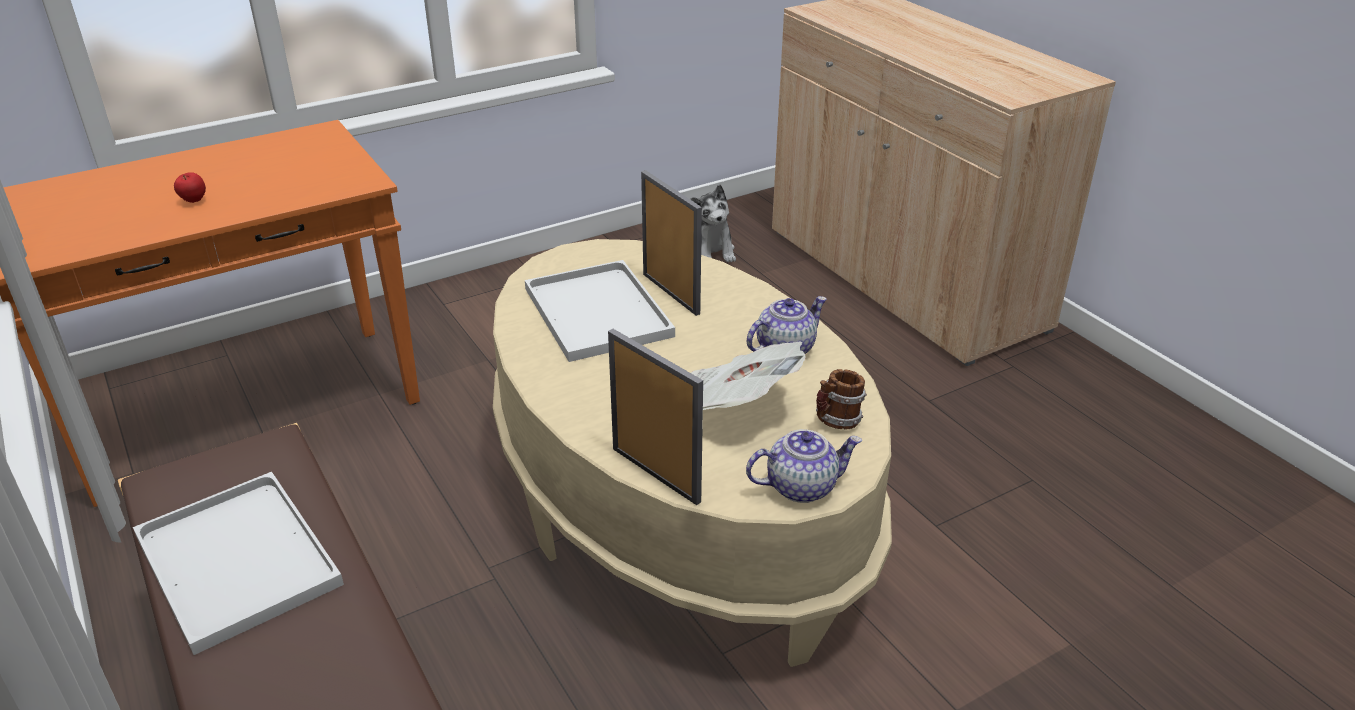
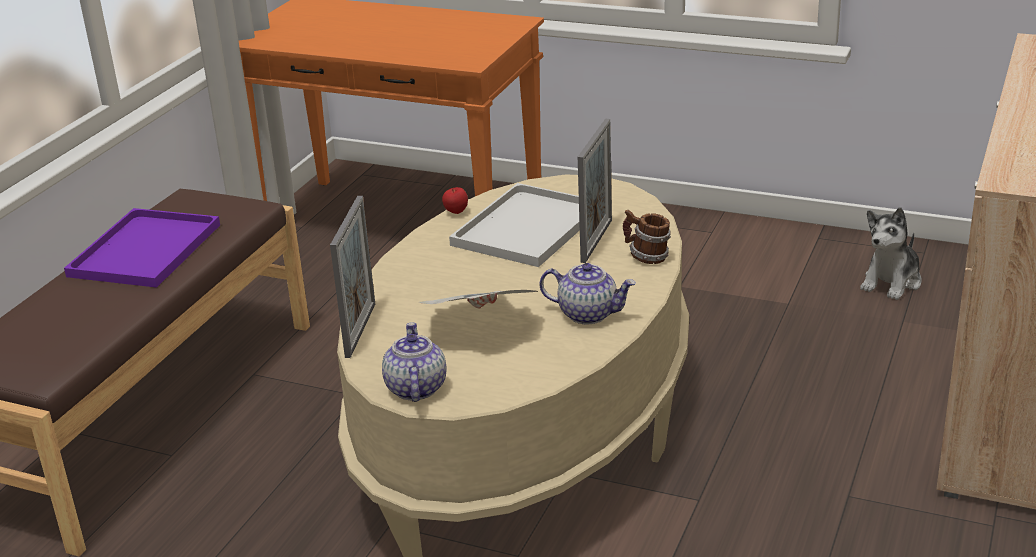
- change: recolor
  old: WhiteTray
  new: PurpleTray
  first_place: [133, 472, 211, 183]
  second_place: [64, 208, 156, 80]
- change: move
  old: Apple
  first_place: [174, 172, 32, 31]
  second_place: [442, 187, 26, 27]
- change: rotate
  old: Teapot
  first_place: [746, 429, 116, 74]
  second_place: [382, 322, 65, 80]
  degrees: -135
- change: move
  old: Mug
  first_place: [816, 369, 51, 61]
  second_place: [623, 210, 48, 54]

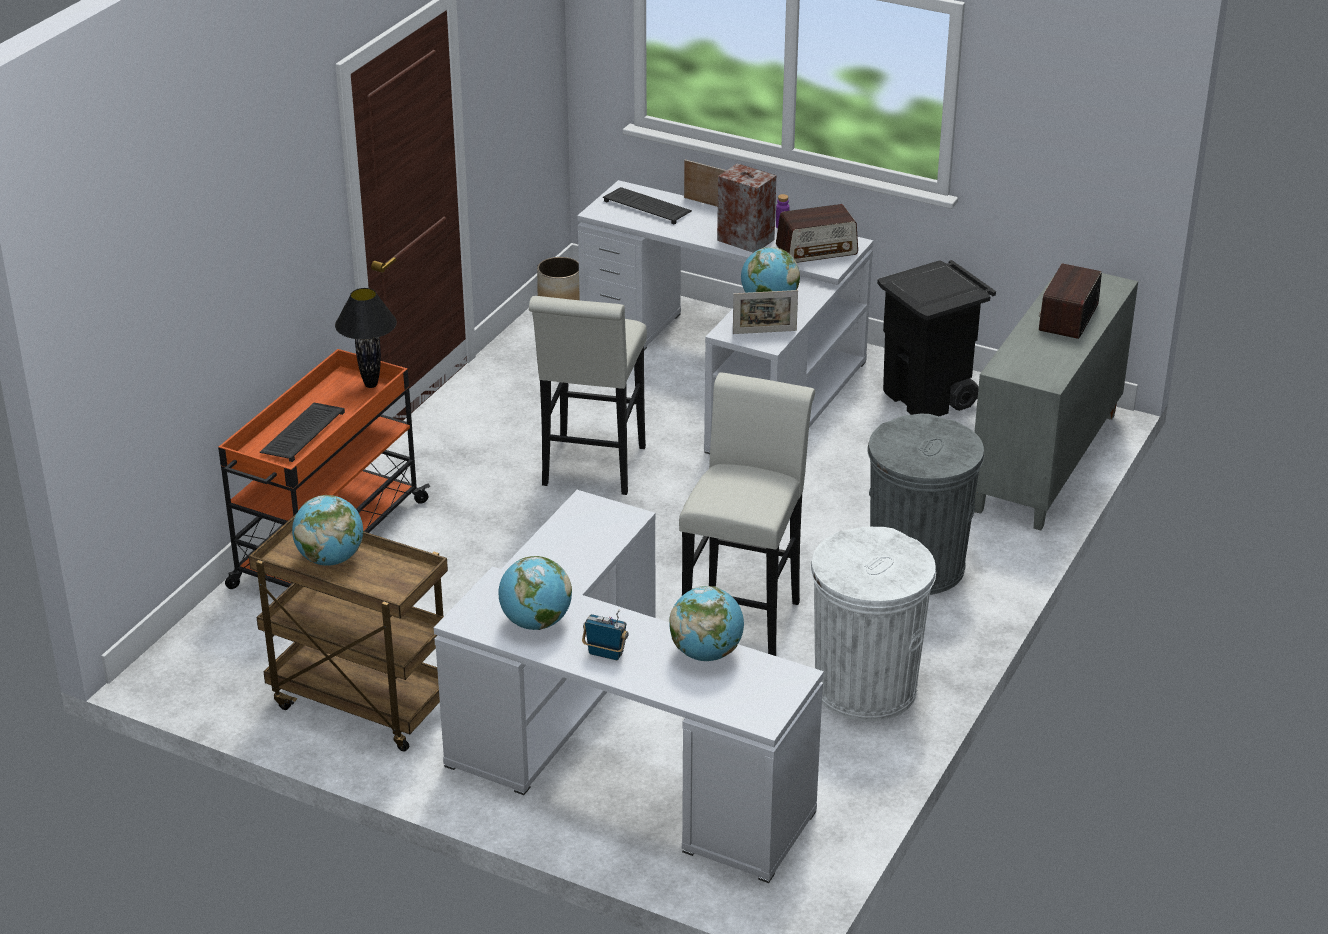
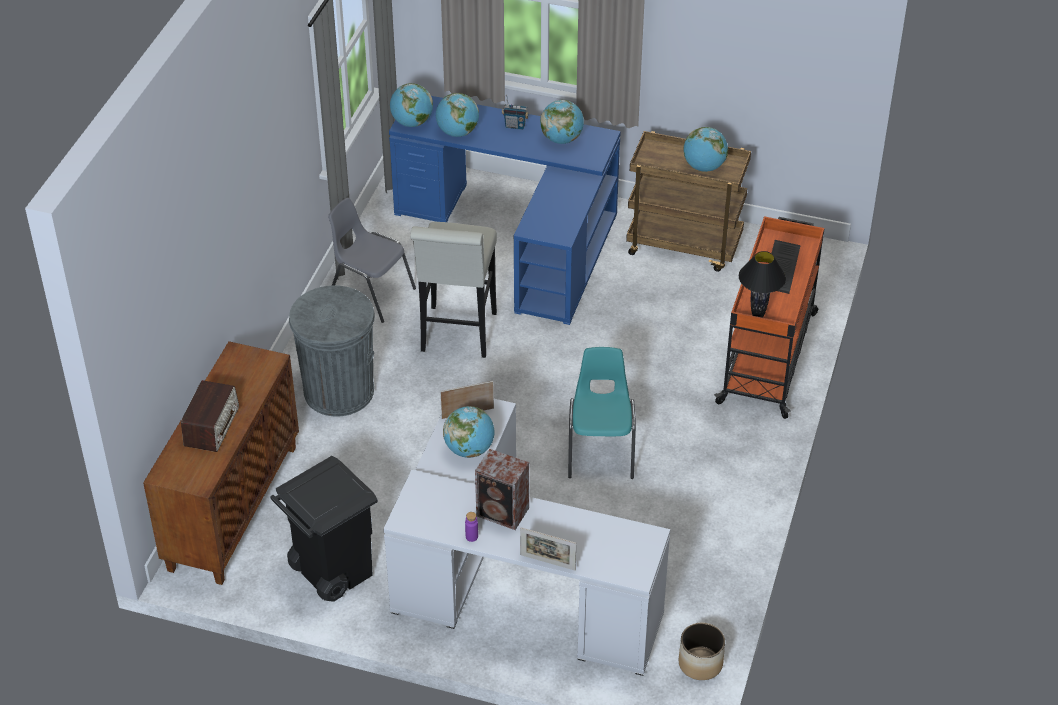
- change: recolor
  old: WhiteDesk
  new: BlueDesk
  first_place: [434, 490, 390, 393]
  second_place: [389, 96, 232, 229]
- change: replace
  old: WhiteStool
  new: TurquoiseChair
  first_place: [529, 296, 118, 199]
  second_place: [568, 347, 68, 132]
- change: delete
  old: Keyboard
  first_place: [603, 187, 89, 38]
- change: delete
  old: Radio
  first_place: [776, 204, 82, 59]
- change: replace
  old: WhiteTrashCan
  new: GreyChair
  first_place: [810, 527, 126, 194]
  second_place: [328, 198, 88, 125]
- change: recolor
  old: GreyCabinet
  new: BrownCabinet
  first_place: [975, 273, 163, 257]
  second_place: [143, 341, 156, 244]
- change: insert
  new: Globe
  second_place: [390, 83, 43, 44]

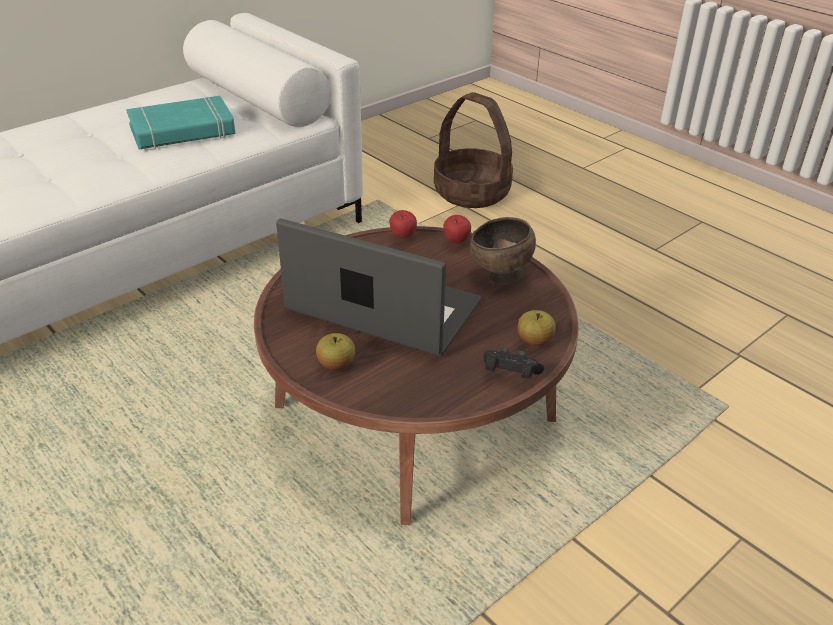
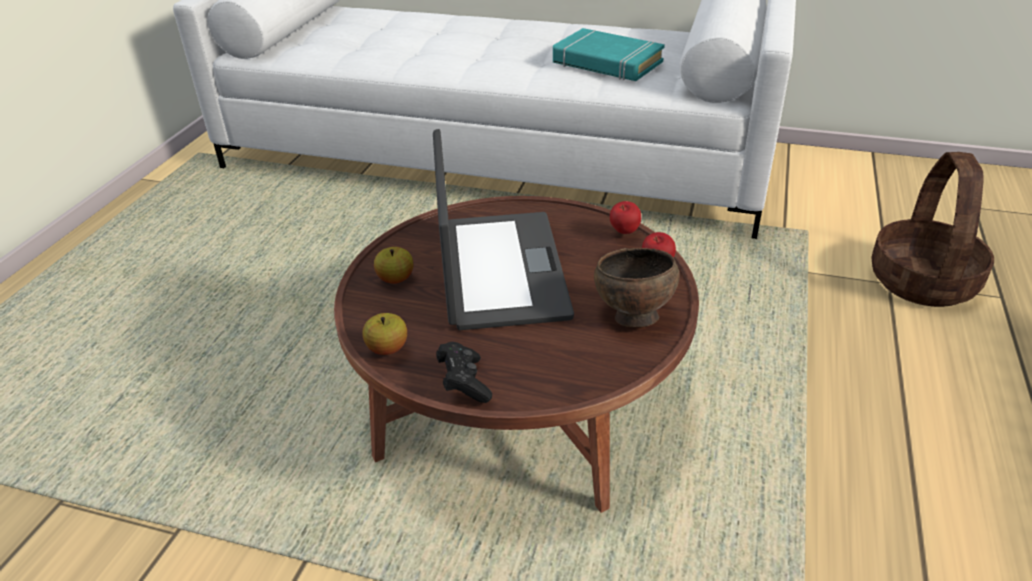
- change: move
  old: Apple
  first_place: [518, 310, 38, 36]
  second_place: [362, 313, 45, 42]

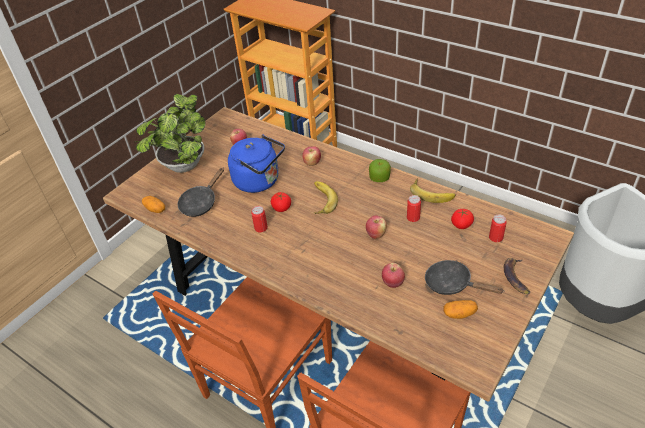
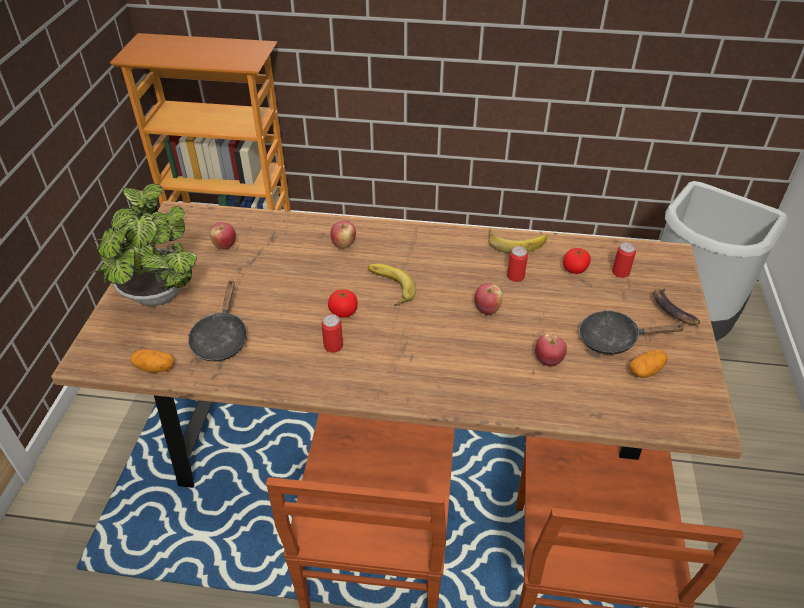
- change: delete
  old: BlueKettle
  first_place: [228, 134, 57, 59]
- change: delete
  old: Apple
  first_place: [369, 159, 22, 23]

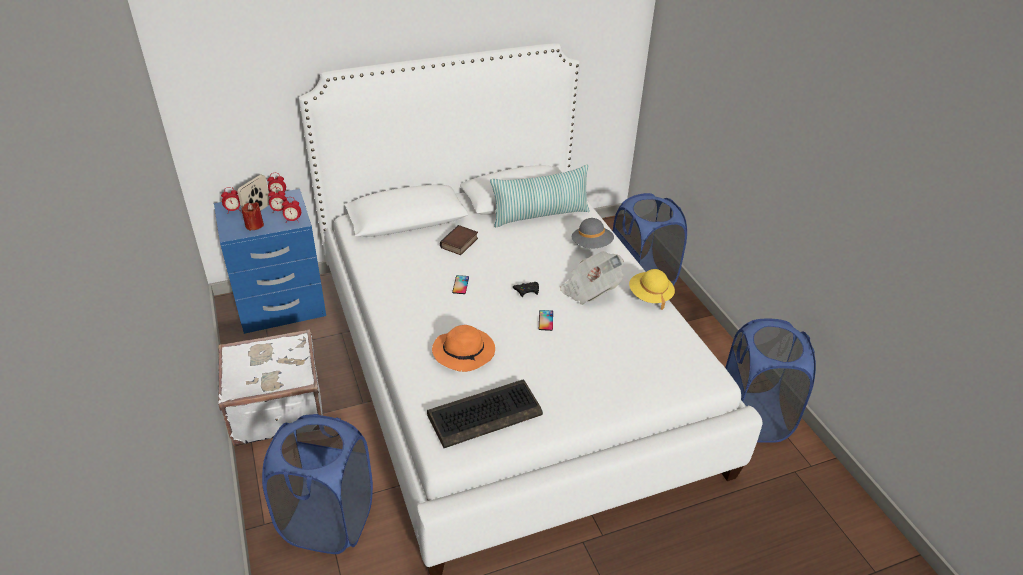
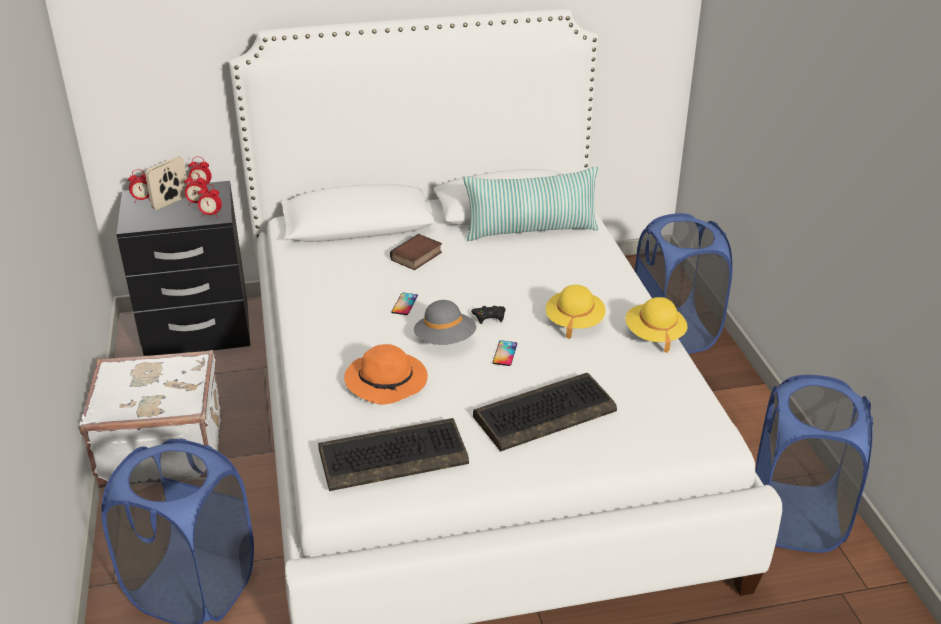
- change: recolor
  old: BlueNightstand
  new: BlackNightstand
  first_place: [214, 189, 112, 145]
  second_place: [116, 181, 134, 175]
- change: delete
  old: RedCandle
  first_place: [241, 202, 23, 29]
- change: replace
  old: Newspaper
  new: YellowHat
  first_place: [560, 251, 64, 54]
  second_place: [546, 285, 59, 54]
- change: move
  old: GreyHat
  first_place: [571, 218, 43, 30]
  second_place: [414, 300, 62, 45]
- change: insert
  new: Keyboard
  second_place: [473, 373, 144, 79]

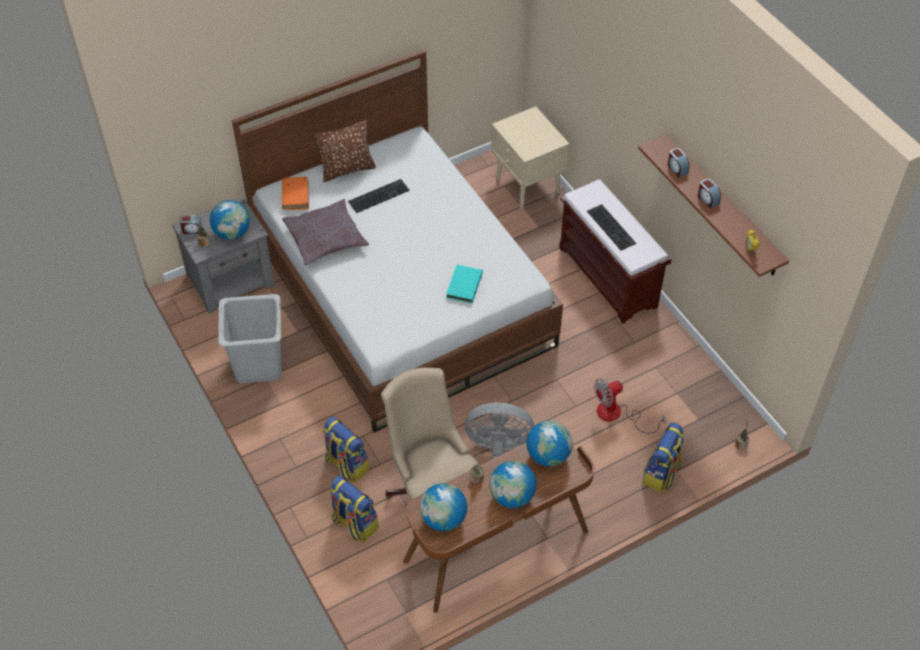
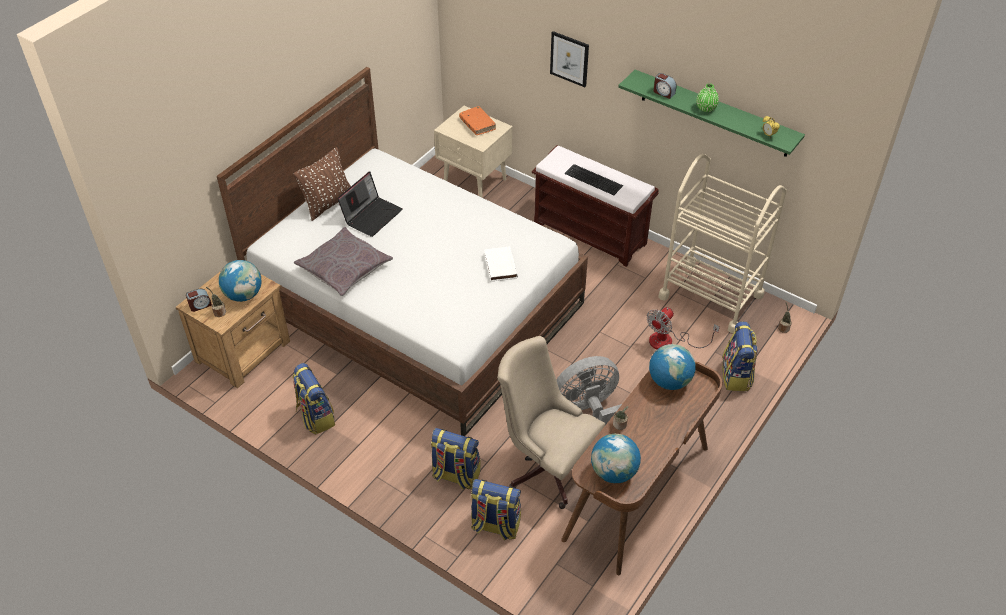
- change: recolor
  old: GreyNightstand
  new: BrownNightstand
  first_place: [172, 197, 103, 116]
  second_place: [176, 260, 114, 128]
- change: replace
  old: GreyLaundryBasket
  new: Backpack
  first_place: [218, 294, 64, 89]
  second_place: [292, 363, 43, 72]
- change: move
  old: OrangeBook
  first_place: [282, 177, 27, 33]
  second_place: [459, 106, 37, 29]
- change: replace
  old: Keyboard
  new: Laptop
  first_place: [348, 179, 62, 34]
  second_place: [337, 171, 65, 66]
- change: recolor
  old: TurquoiseBook
  new: WhiteBook
  first_place: [446, 265, 37, 39]
  second_place: [484, 246, 34, 36]
- change: delete
  old: Globe
  first_place: [490, 461, 46, 47]
- change: recolor
  old: BrownShelf
  new: GreenShelf
  first_place: [638, 134, 151, 143]
  second_place: [618, 70, 187, 87]
- change: replace
  old: AlarmClock
  new: GreenVase
  first_place: [698, 179, 23, 30]
  second_place: [696, 84, 23, 28]
- change: insert
  new: Picture
  second_place: [550, 31, 39, 56]
- change: insert
  new: BeigeCart
  second_place: [658, 154, 129, 179]

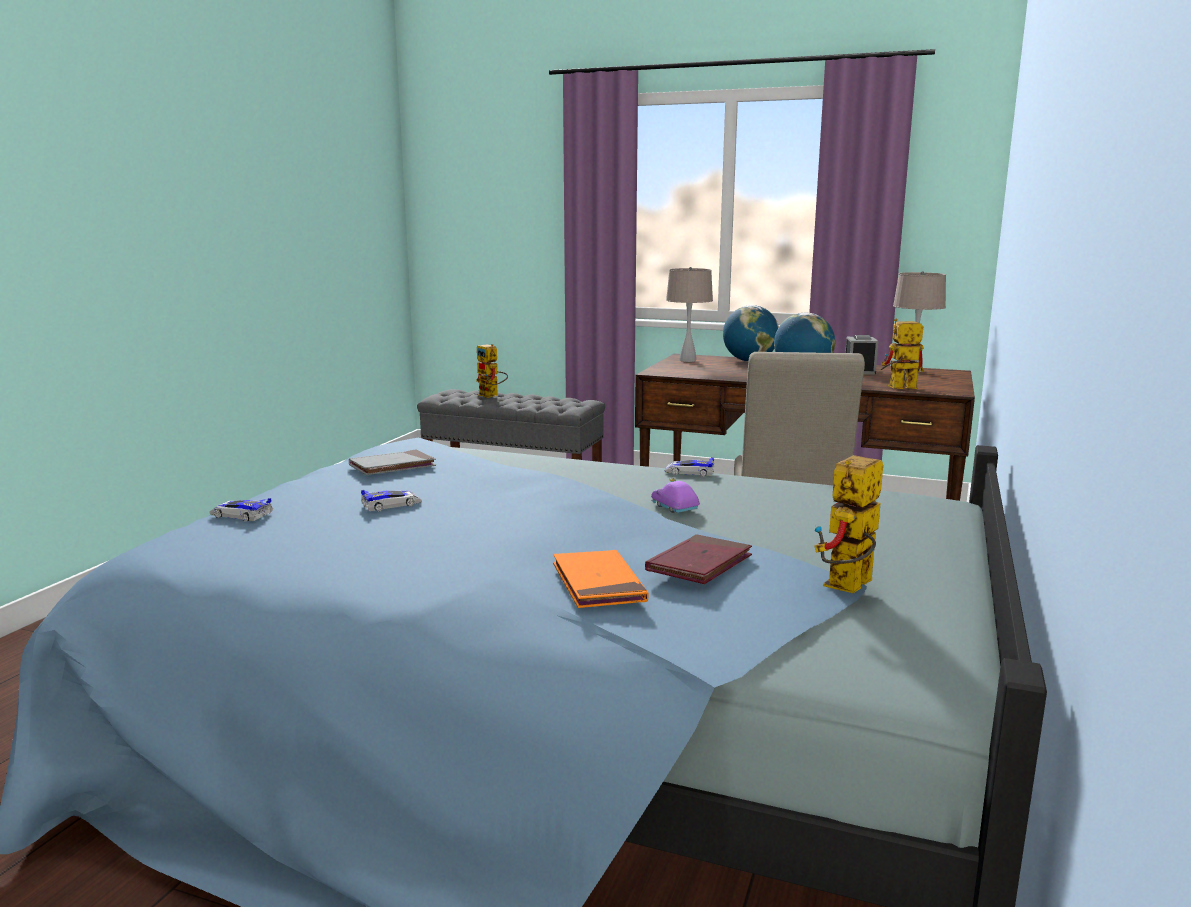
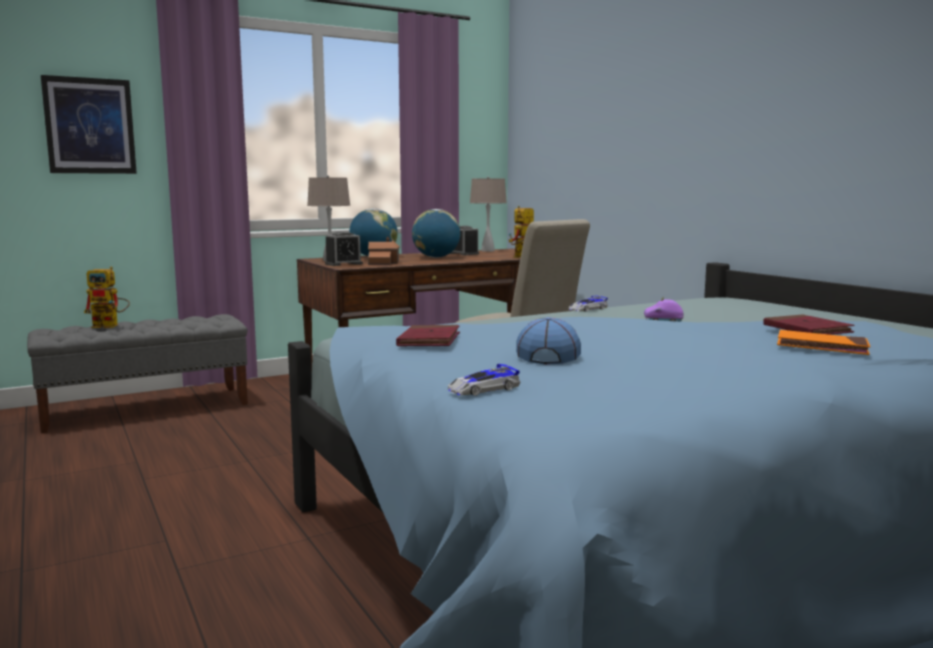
- change: recolor
  old: GreyBook
  new: RedBook
  first_place: [349, 449, 87, 26]
  second_place: [396, 325, 64, 21]
- change: replace
  old: ToyCar
  new: Cap
  first_place: [361, 490, 61, 22]
  second_place: [516, 317, 65, 48]
- change: delete
  old: ToyRobot
  first_place: [814, 455, 69, 138]
- change: insert
  new: Picture
  second_place: [41, 75, 96, 99]
- change: insert
  new: AlarmClock
  second_place: [325, 232, 38, 34]
- change: insert
  new: ToyHouse
  second_place: [368, 236, 32, 29]

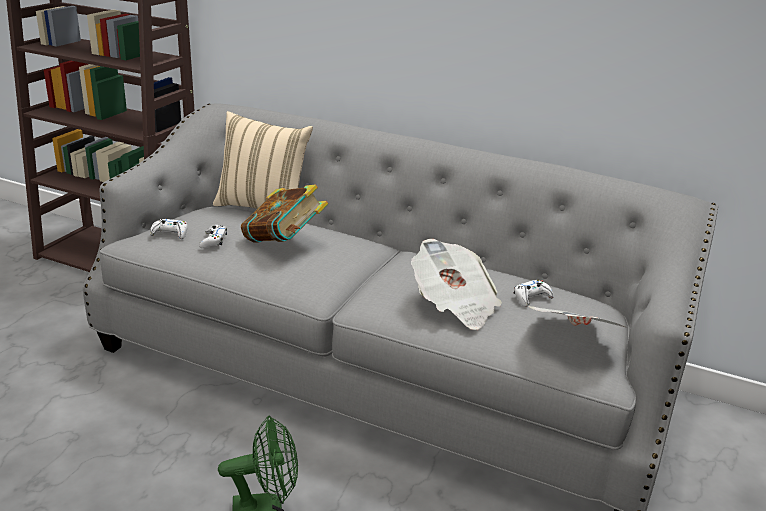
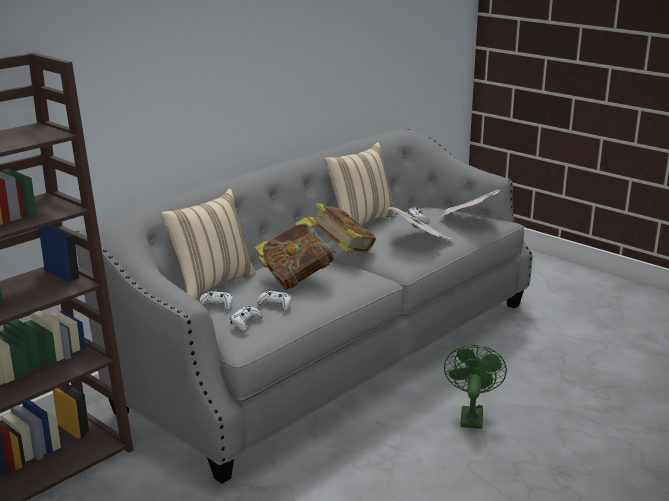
- change: insert
  new: WhiteGameController
  second_place: [199, 291, 34, 19]
- change: insert
  new: Book
  second_place: [307, 203, 69, 50]
- change: insert
  new: BeigePillow
  second_place: [325, 142, 72, 83]

